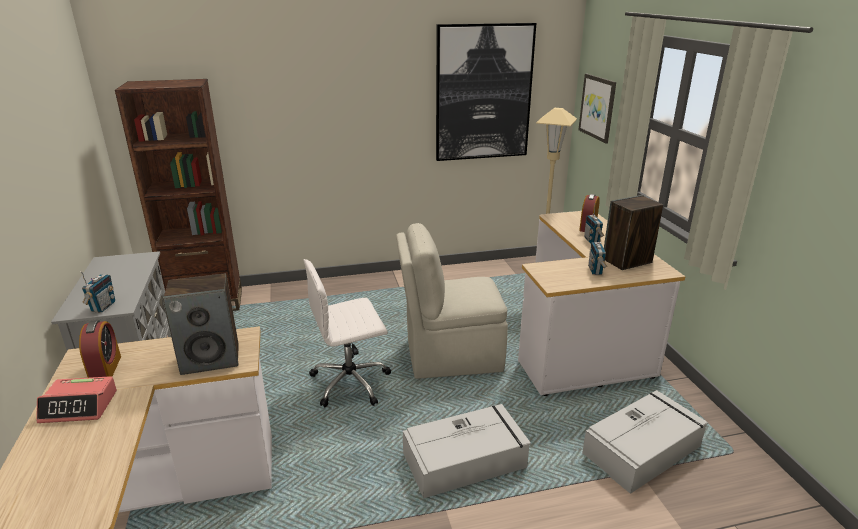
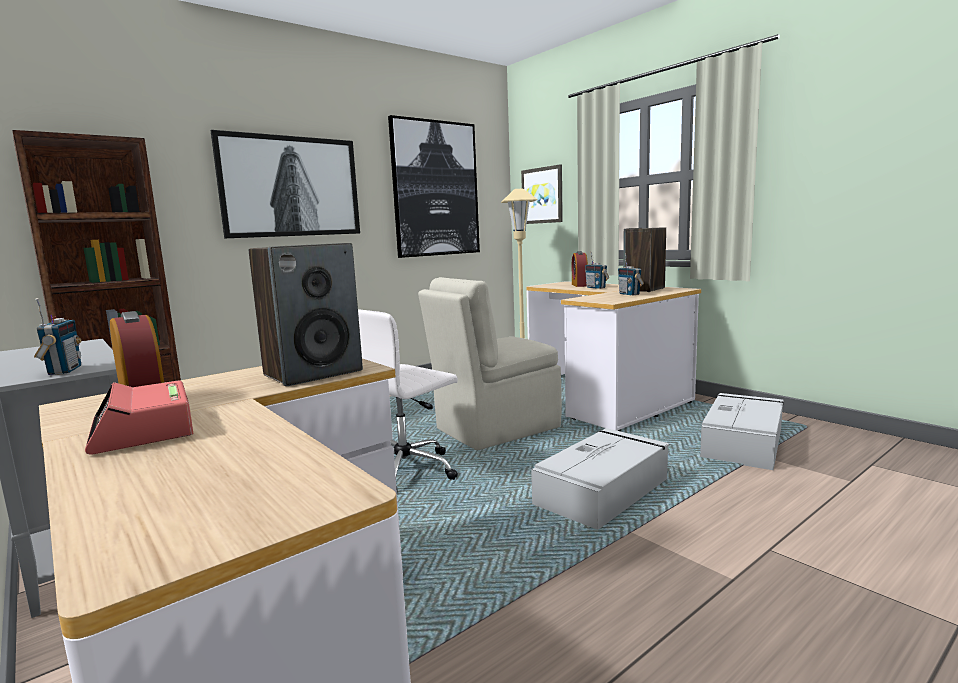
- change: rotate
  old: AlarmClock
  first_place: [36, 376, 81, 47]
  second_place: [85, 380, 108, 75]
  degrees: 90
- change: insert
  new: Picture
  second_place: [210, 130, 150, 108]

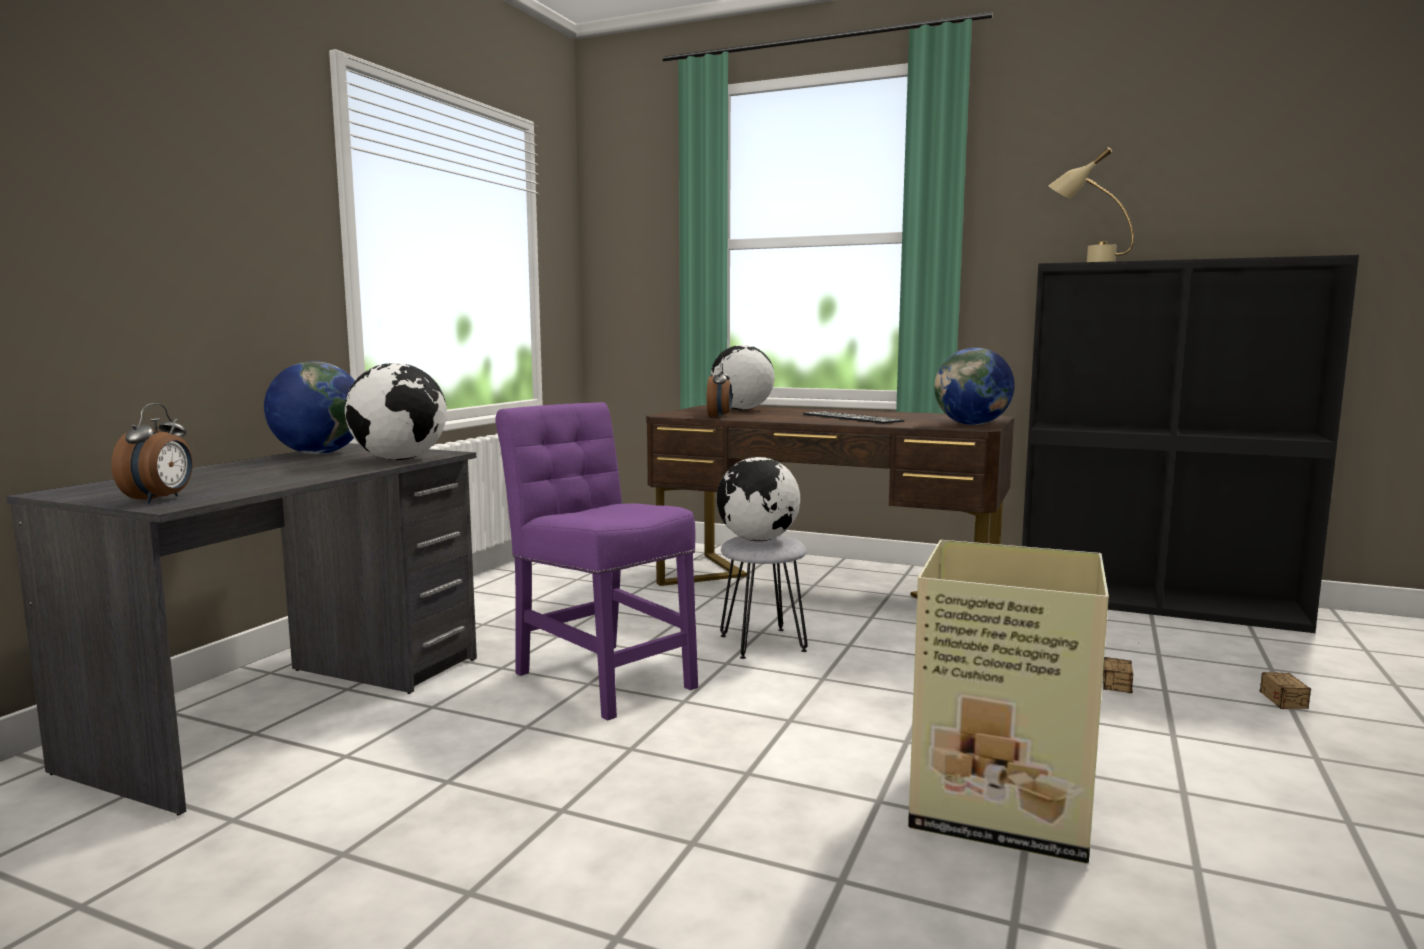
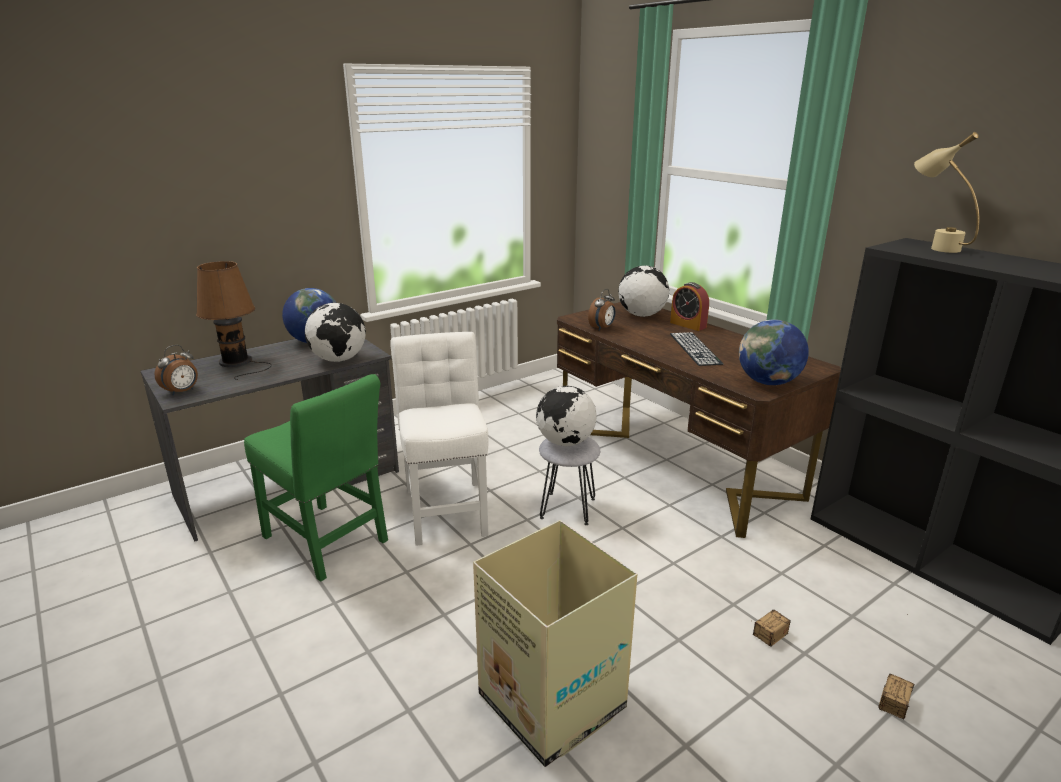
- change: recolor
  old: PurpleChair
  new: WhiteChair
  first_place: [495, 402, 203, 318]
  second_place: [390, 332, 98, 214]
- change: insert
  new: BrownTableLamp
  second_place: [196, 261, 76, 119]
- change: insert
  new: GreenChair
  second_place: [244, 374, 144, 208]
- change: insert
  new: AlarmClock
  second_place: [670, 282, 39, 49]

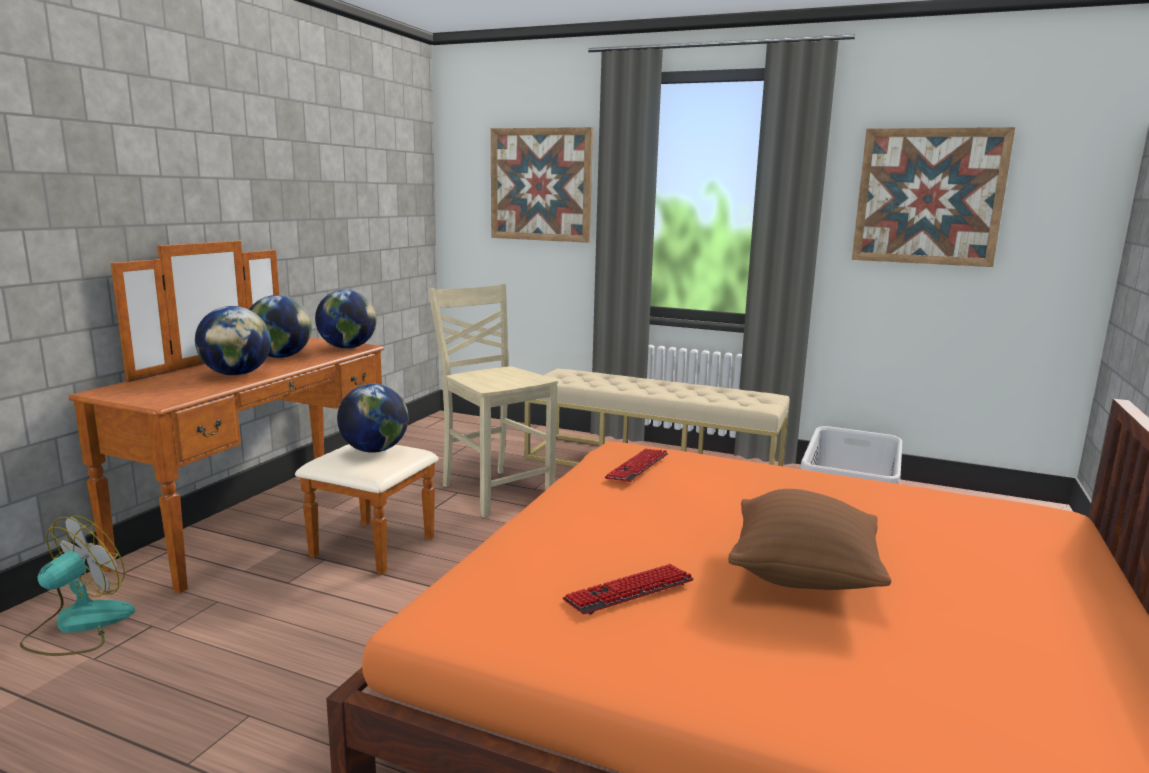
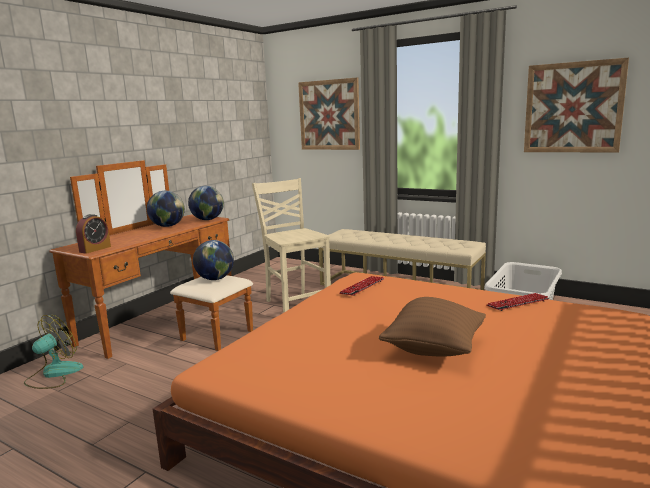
- change: delete
  old: Globe
  first_place: [195, 306, 76, 70]
- change: move
  old: Keyboard
  first_place: [563, 564, 131, 51]
  second_place: [487, 293, 62, 18]
- change: insert
  new: AlarmClock
  second_place: [76, 214, 35, 40]

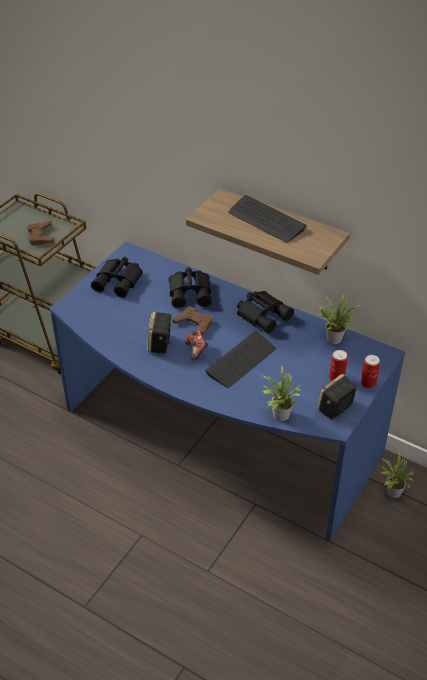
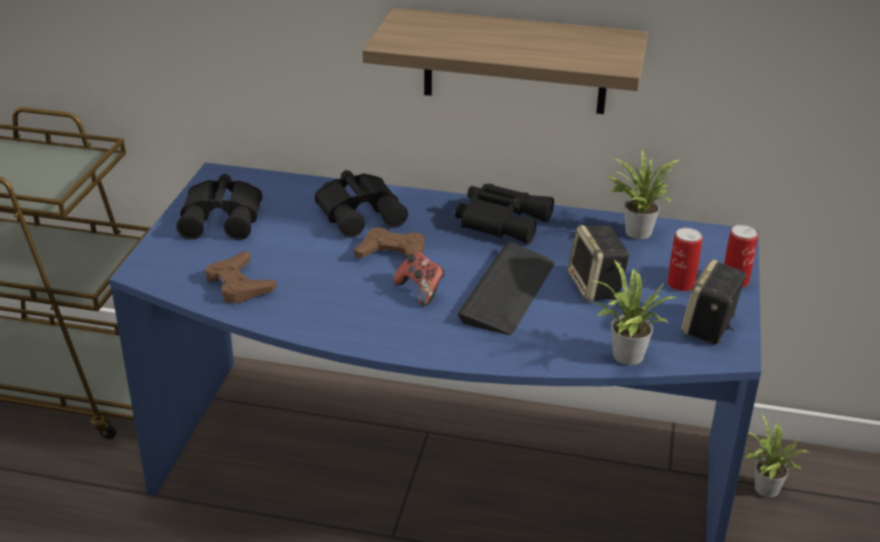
- change: move
  old: BrownGameController
  first_place: [27, 221, 27, 24]
  second_place: [205, 251, 72, 53]
- change: move
  old: Speaker
  first_place: [147, 311, 25, 43]
  second_place: [568, 225, 62, 77]
- change: delete
  old: Keyboard
  first_place: [228, 195, 79, 48]

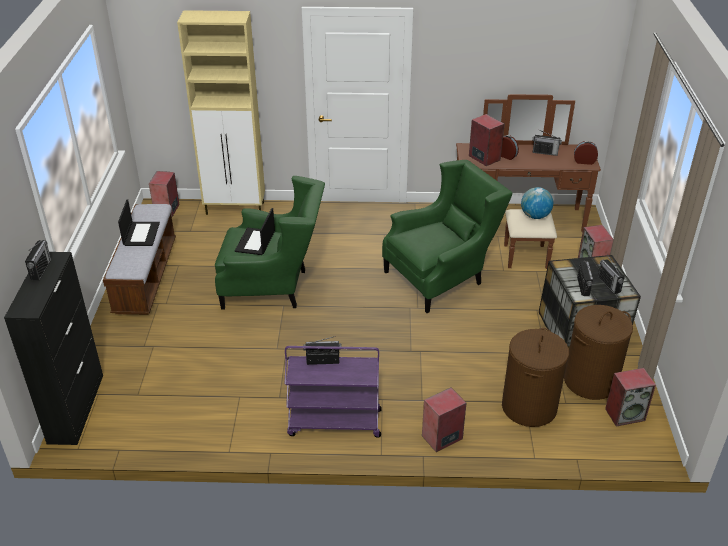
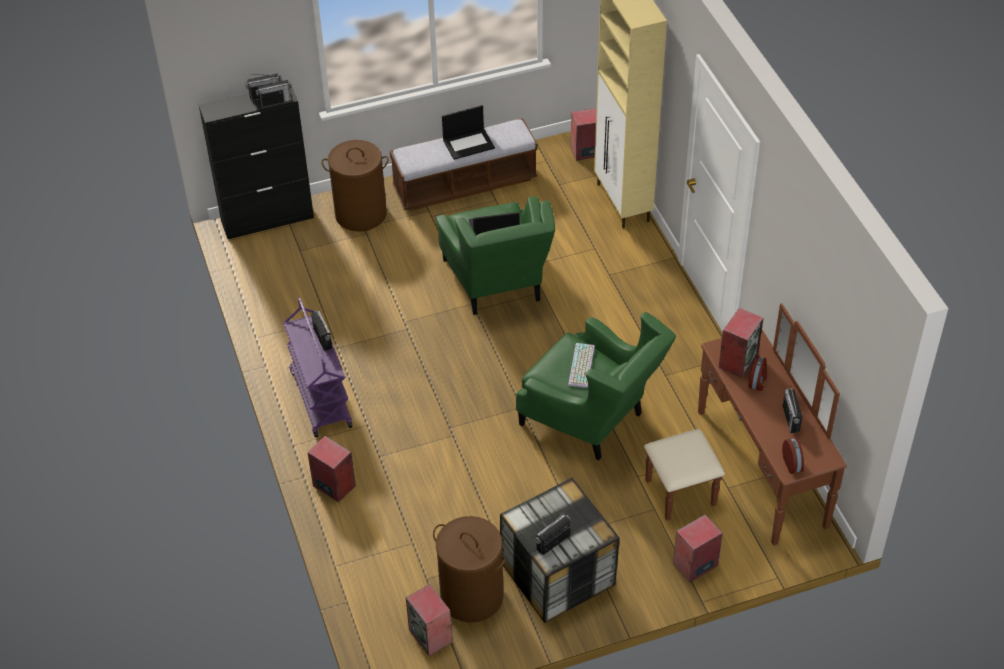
- change: move
  old: BrownLaundryBasket
  first_place: [502, 328, 67, 99]
  second_place: [321, 140, 68, 92]
- change: delete
  old: Globe
  first_place: [521, 187, 32, 32]
- change: move
  old: Radio
  first_place: [577, 261, 16, 35]
  second_place: [255, 80, 37, 28]
- change: insert
  new: Keyboard
  second_place: [568, 343, 27, 45]

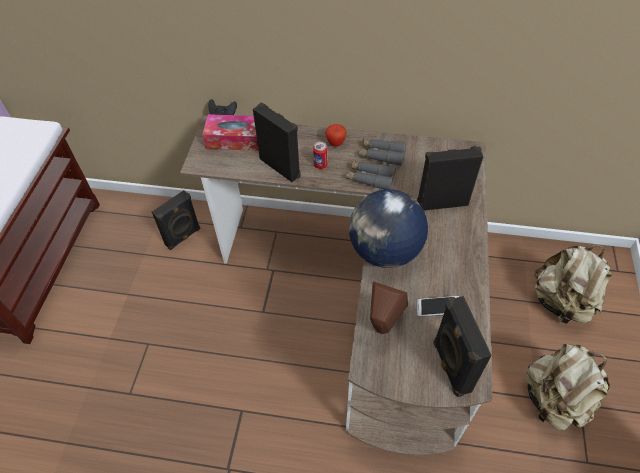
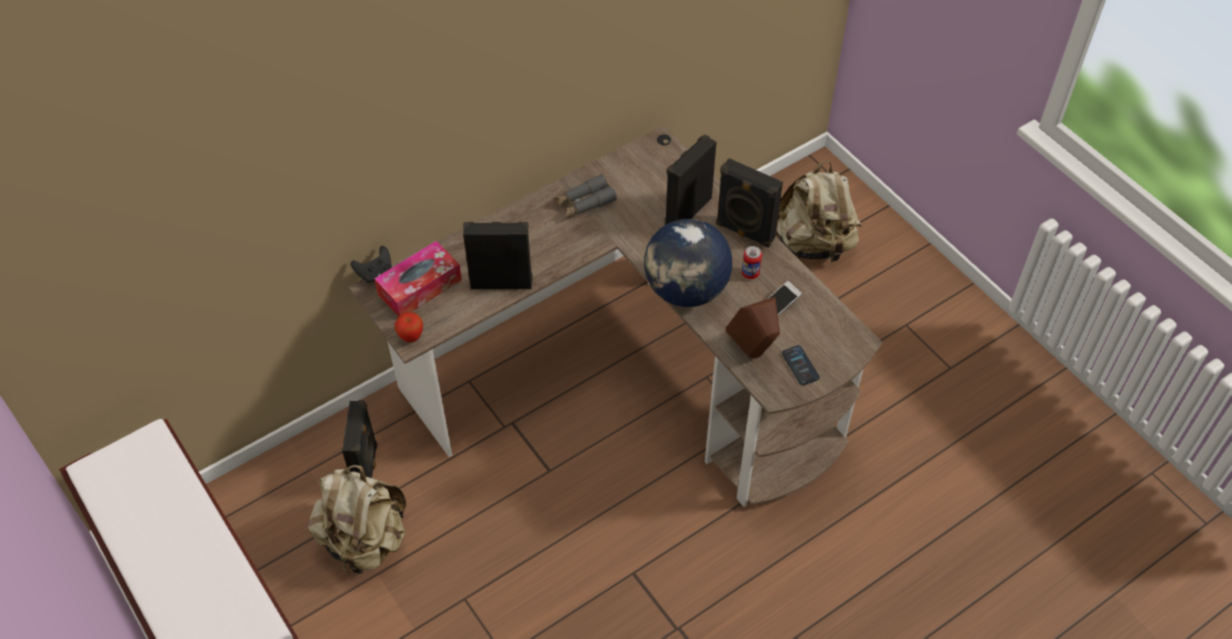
- change: move
  old: Can
  first_place: [313, 142, 15, 27]
  second_place: [742, 246, 20, 33]
- change: move
  old: Apple
  first_place: [325, 124, 22, 23]
  second_place: [395, 312, 28, 30]
- change: delete
  old: GreyBinoculars
  first_place: [346, 161, 50, 28]
- change: move
  old: BlackSpeaker
  first_place: [433, 296, 59, 101]
  second_place: [716, 158, 67, 90]
- change: move
  old: BeigeBackpack
  first_place: [526, 344, 84, 86]
  second_place: [308, 465, 98, 111]
- change: insert
  new: Phone
  second_place: [782, 345, 38, 40]

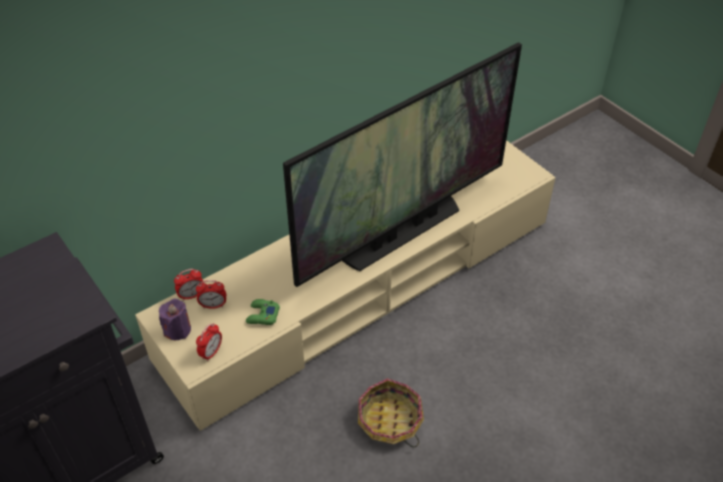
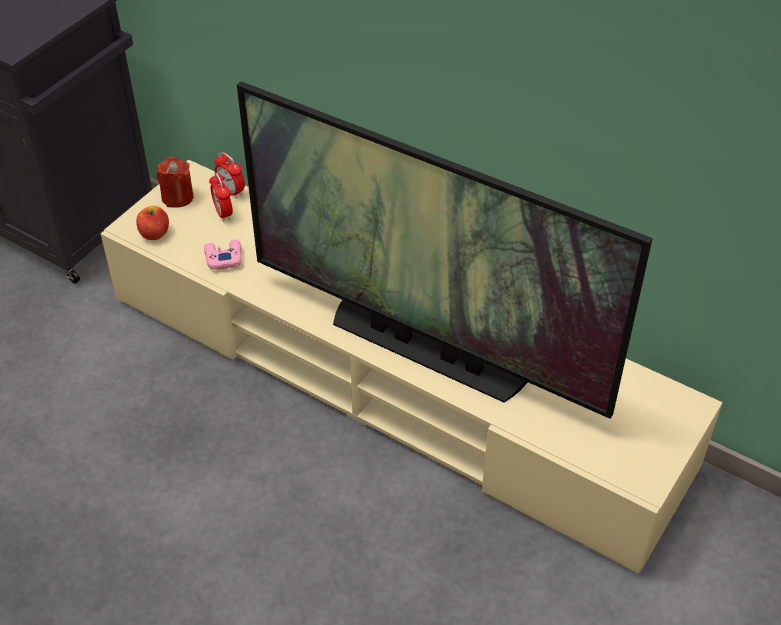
- change: recolor
  old: PurpleCandle
  new: RedCandle
  first_place: [159, 299, 32, 41]
  second_place: [156, 157, 38, 51]
- change: replace
  old: AlarmClock
  new: Apple
  first_place: [196, 323, 26, 38]
  second_place: [136, 206, 33, 34]
- change: recolor
  old: GreenGameController
  new: PinkGameController
  first_place: [246, 299, 34, 26]
  second_place: [204, 239, 38, 31]
- change: delete
  old: Basket
  first_place: [358, 378, 66, 69]

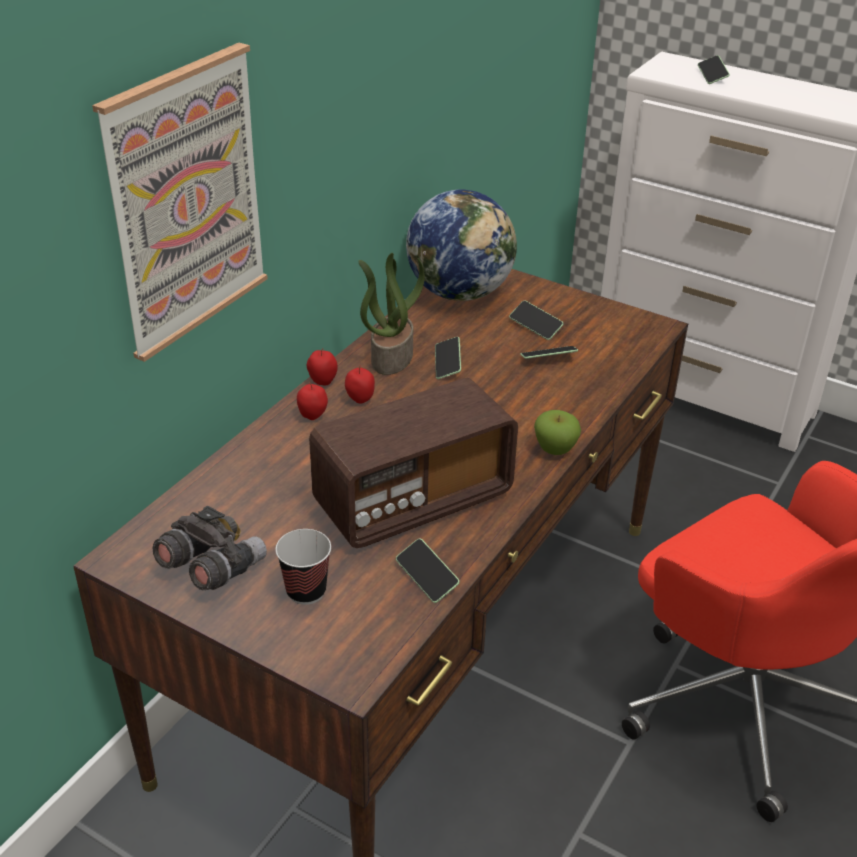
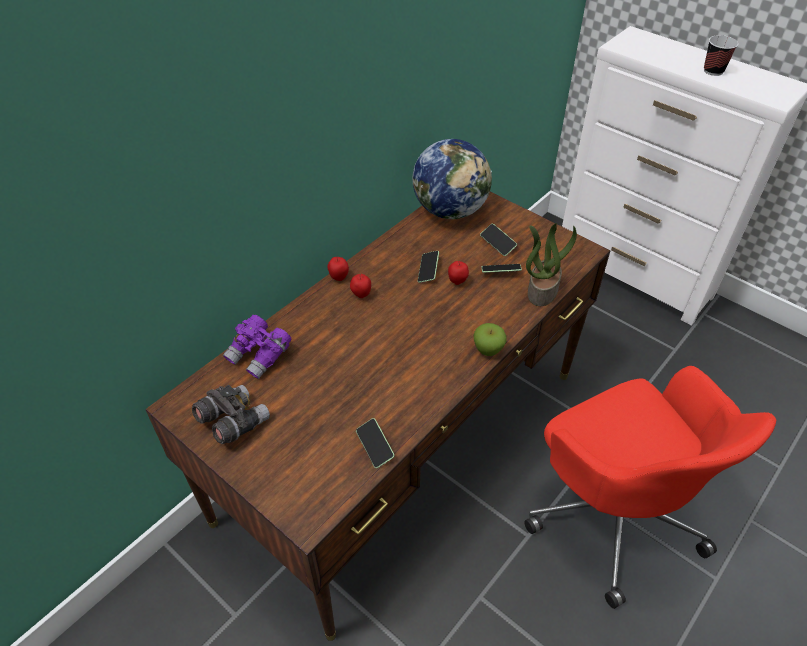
- change: delete
  old: Picture
  first_place: [92, 43, 176, 319]
- change: move
  old: Cup
  first_place: [275, 529, 56, 76]
  second_place: [704, 35, 34, 41]
- change: move
  old: Apple
  first_place: [297, 382, 31, 38]
  second_place: [448, 261, 21, 24]
- change: delete
  old: Radio
  first_place: [309, 378, 209, 170]
- change: move
  old: PottedPlant
  first_place: [358, 253, 67, 122]
  second_place: [526, 223, 51, 83]
- change: delete
  old: Phone
  first_place: [698, 55, 32, 29]
- change: insert
  new: PurpleBinoculars
  second_place: [223, 315, 69, 64]

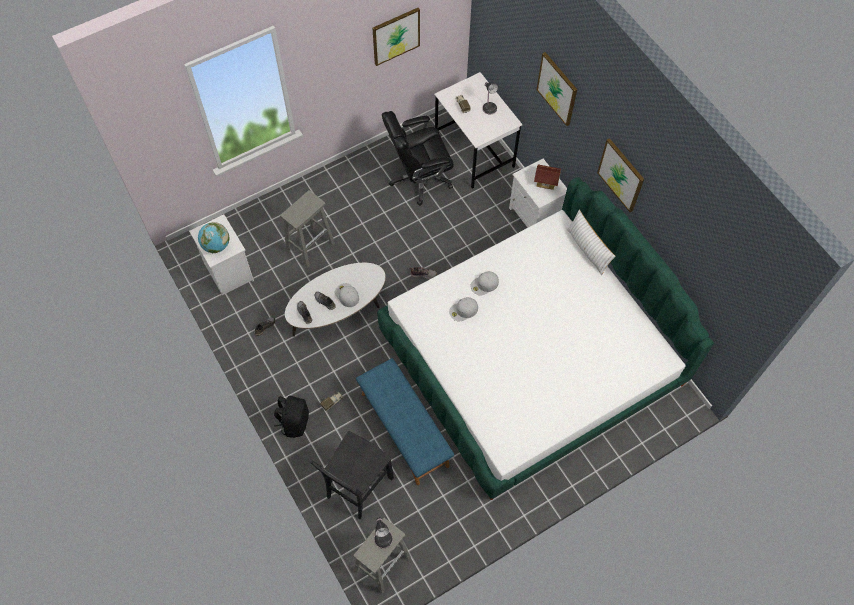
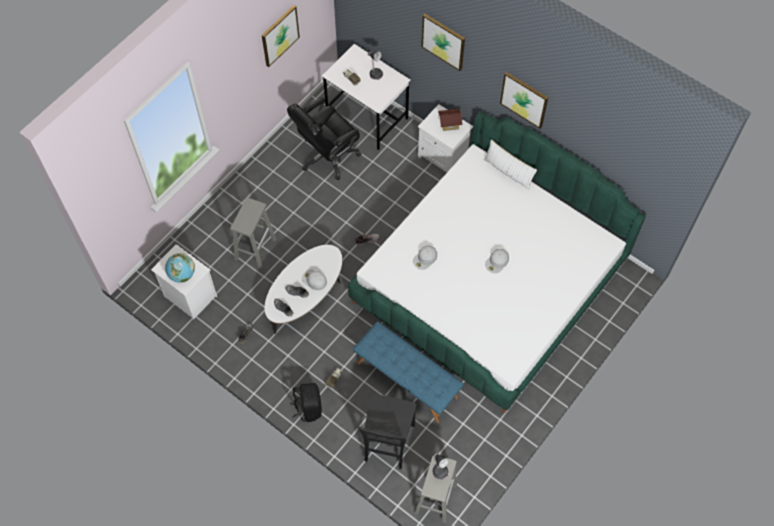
- change: move
  old: WhiteCap
  first_place: [471, 271, 28, 25]
  second_place: [485, 249, 24, 24]

